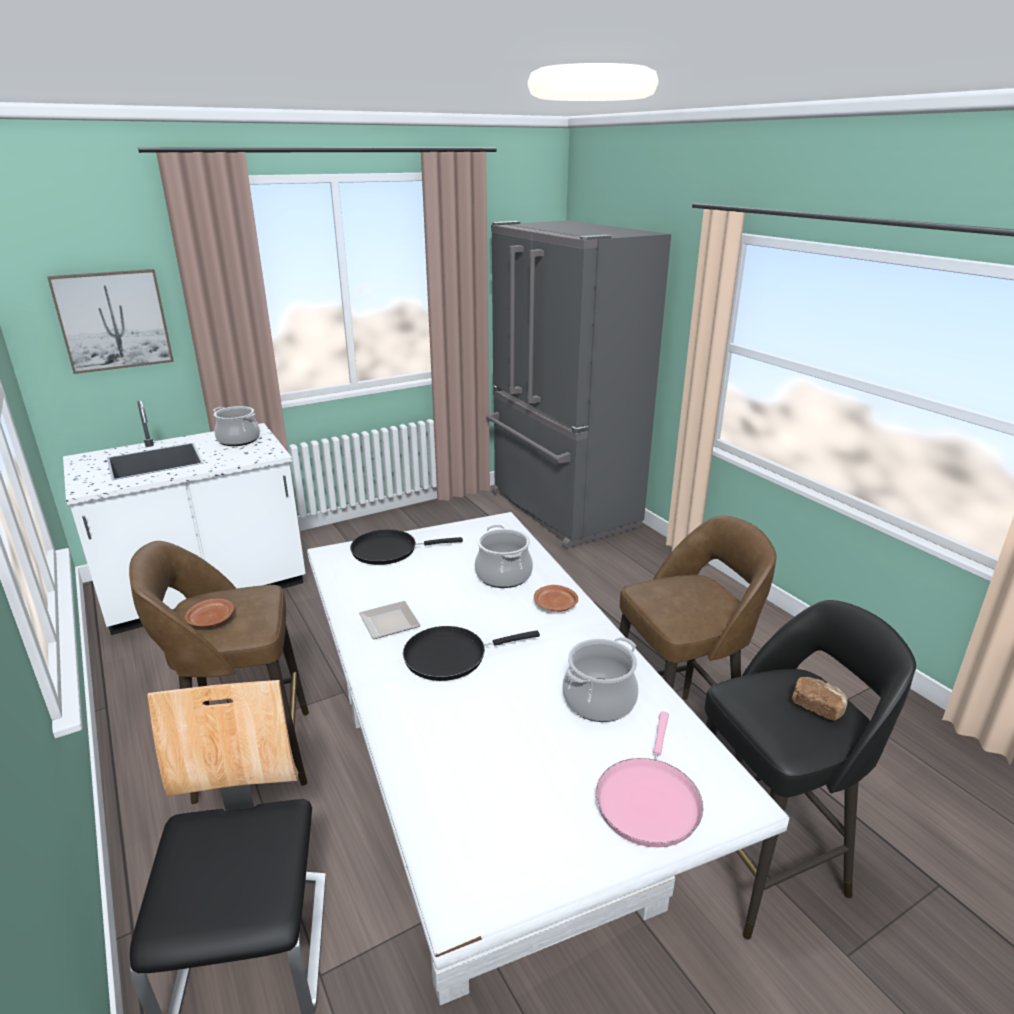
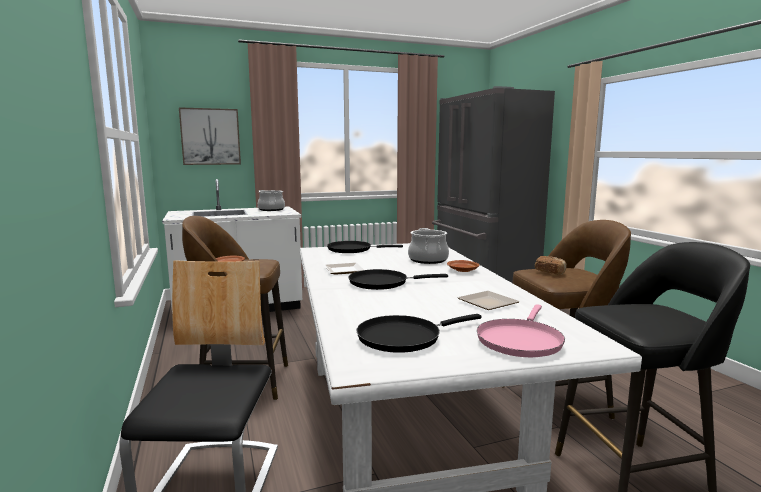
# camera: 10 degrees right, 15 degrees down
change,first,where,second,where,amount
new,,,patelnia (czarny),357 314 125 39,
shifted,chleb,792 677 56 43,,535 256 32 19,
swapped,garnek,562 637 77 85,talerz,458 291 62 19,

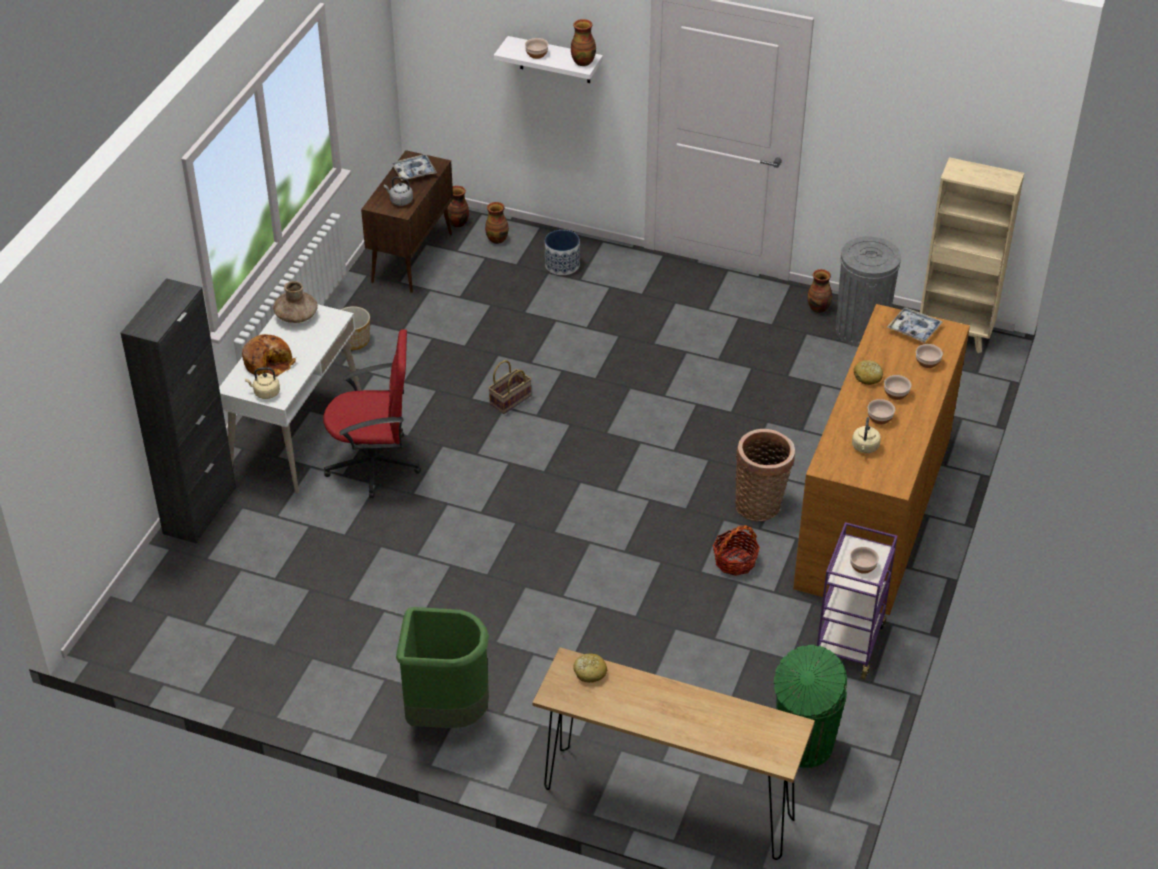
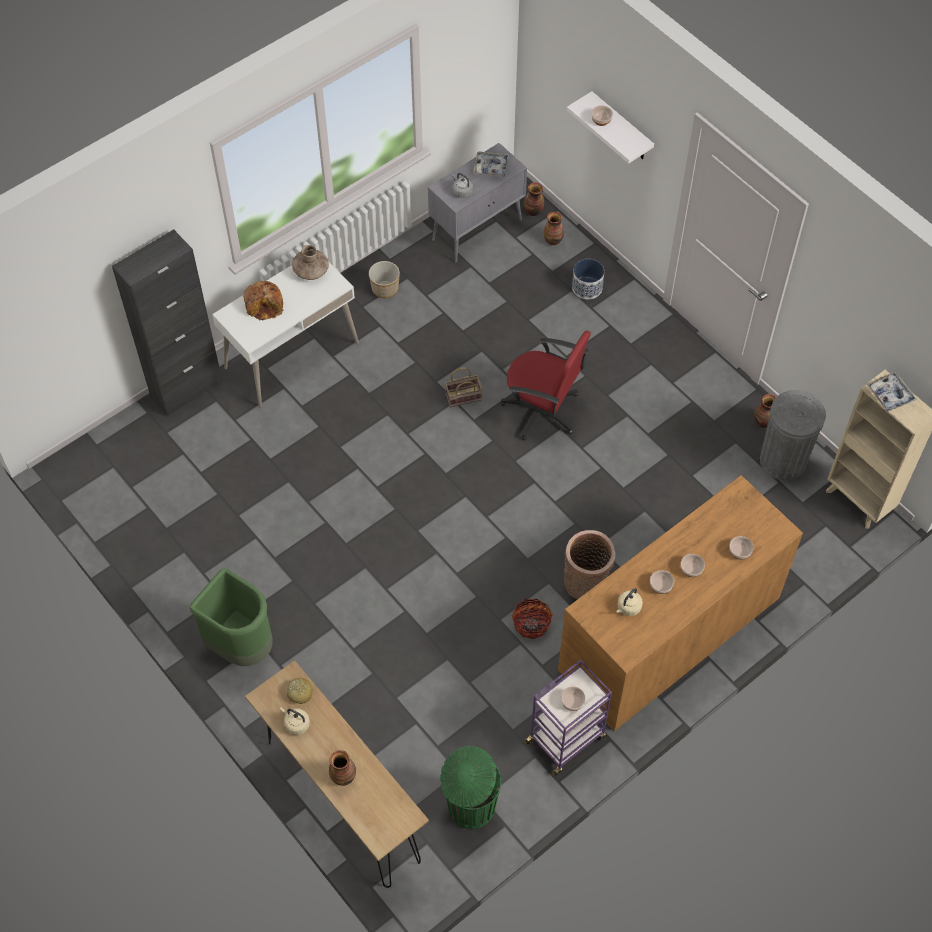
# camera: 30 degrees right, 15 degrees up
change,first,where,second,where,amount
gone,chleb,853 360 30 25,,,
shifted,czajnik (beżowy),245 367 35 32,,280 707 30 28,
shifted,krzesło biurowe (czerwony),323 329 98 170,,500 331 91 110,
shifted,wazon,571 19 25 47,,329 750 27 36,
shifted,taca,887 307 55 36,,866 372 51 40,
repainted,szafka (brązowy),361 150 92 143,szafka (szary),428 143 99 120,

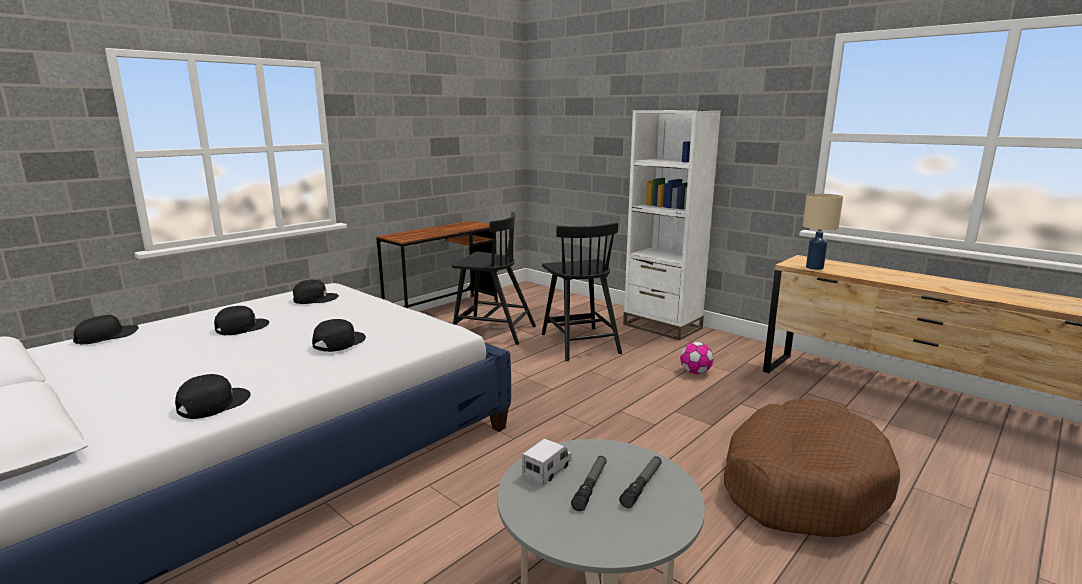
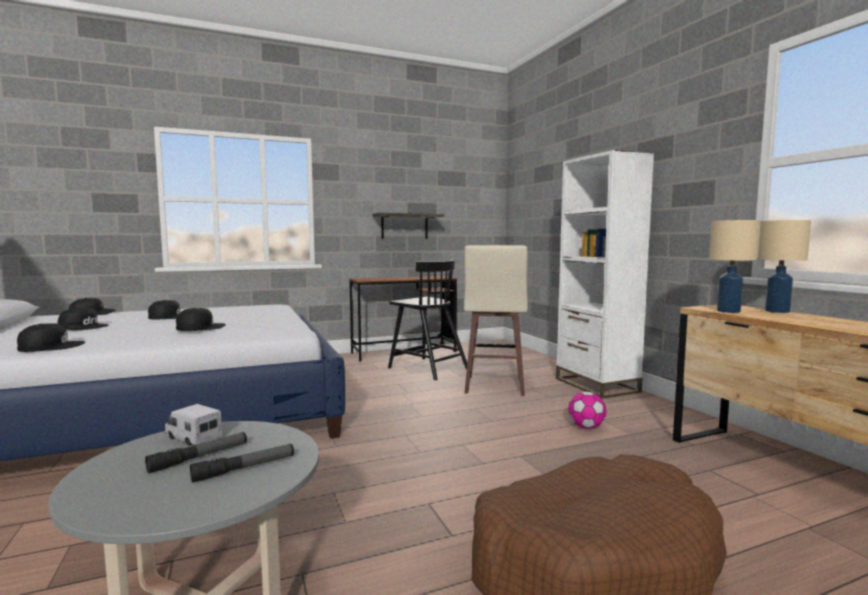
# camera: 25 degrees right, 10 degrees down
change,first,where,second,where,amount
new,,,półka,373 213 71 25,
new,,,lampa stołowa (beżowy),758 220 53 93,
shifted,czapka z daszkiem (czarny),293 280 46 24,,57 307 52 23,
swapped,krzesło (czarny),542 222 80 139,stołek (beżowy),464 245 64 151,
rotated,ciężarówka zabawkowa,522 438 50 47,,165 404 58 42,120 degrees counterclockwise

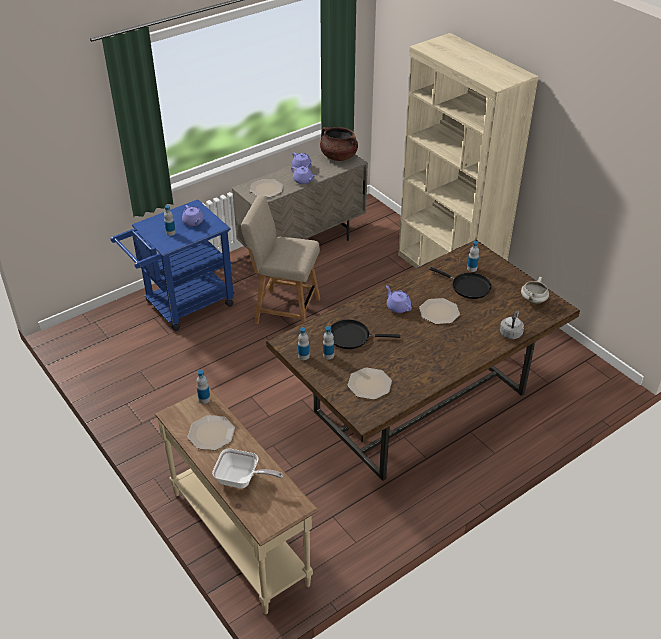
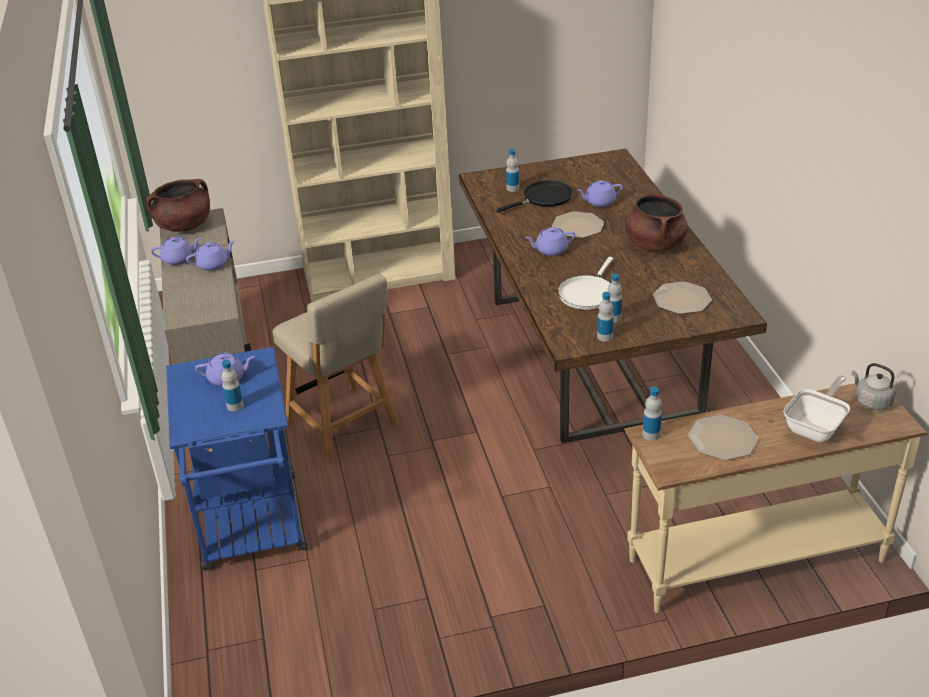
# camera: 65 degrees left, 5 degrees down
change,first,where,second,where,amount
gone,talerz,250 179 33 18,,,
gone,garnek (biały),521 277 28 27,,,
new,,,imbryk (fioletowy),577 180 46 27,
new,,,garnek (brązowy),625 190 63 62,
shifted,czajnik (szary),500 310 24 29,,852 363 44 47,
repainted,patelnia (czarny),331 320 69 29,patelnia (biały),558 257 55 53,
rotated,krzesło (beżowy),241 195 79 129,,273 274 125 187,75 degrees counterclockwise

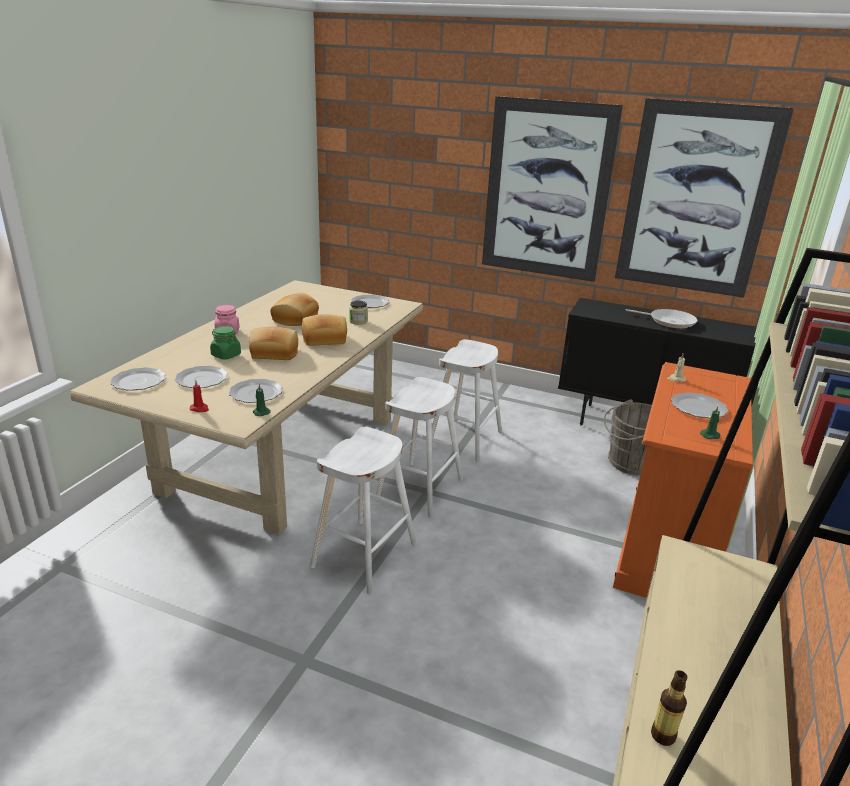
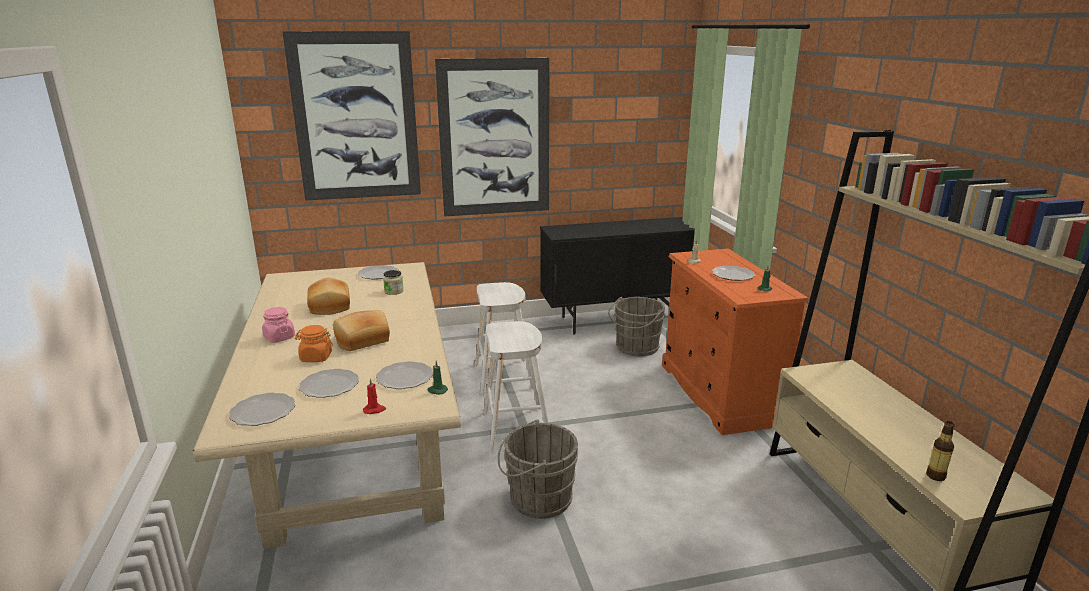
# camera: 35 degrees left, 5 degrees down
change,first,where,second,where,amount
gone,chleb,302 314 45 32,,,
gone,patelnia,626 309 72 20,,,
shifted,obraz,615 98 179 200,,282 31 139 170,
swapped,stołek (biały),310 427 107 168,wiadro (szary),498 420 80 99,
repainted,słoik (zielony),210 326 31 34,słoik (pomarańczowy),294 325 39 37,

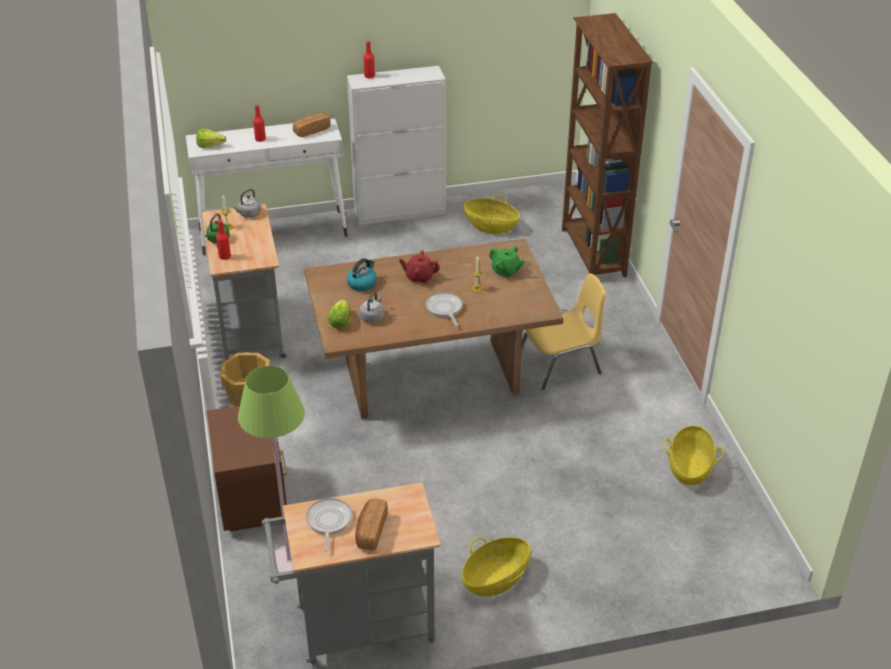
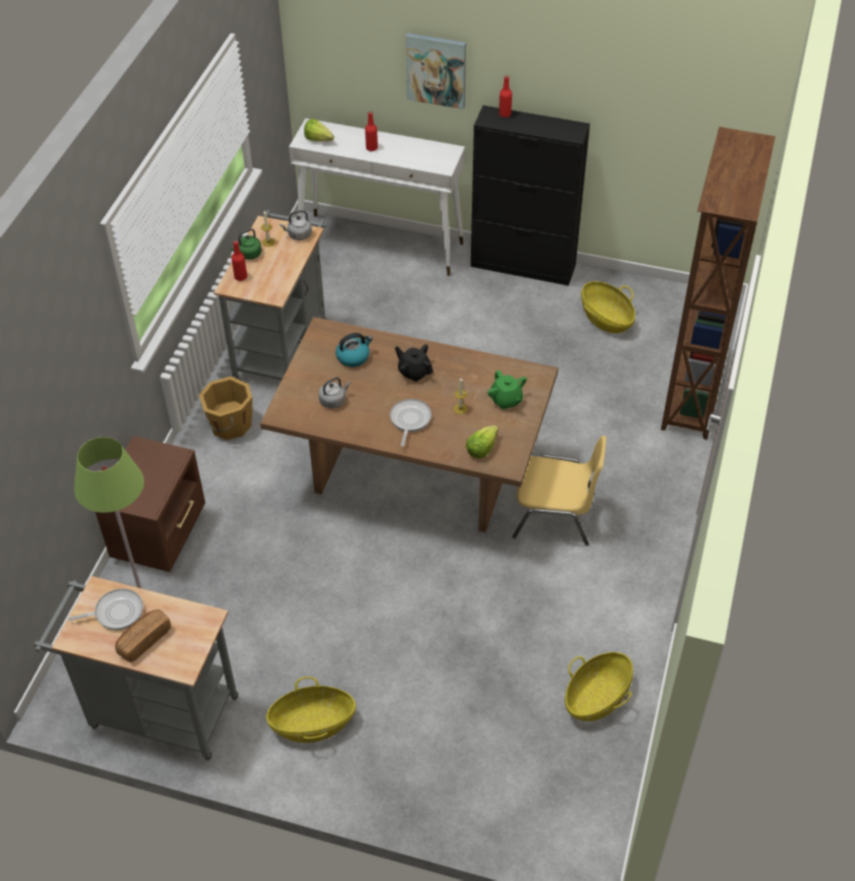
# camera: 30 degrees right, 10 degrees up
change,first,where,second,where,amount
gone,chleb,293 112 38 25,,,
new,,,obraz,406 33 60 76,
shifted,sałata,327 299 23 30,,466 425 32 34,
repainted,szafka (biały),347 66 98 159,szafka (czarny),471 105 119 181,
repainted,imbryk (czerwony),399 250 41 33,imbryk (czarny),395 344 38 38,
rotated,patelnia,306 498 46 54,,68 589 75 41,45 degrees clockwise

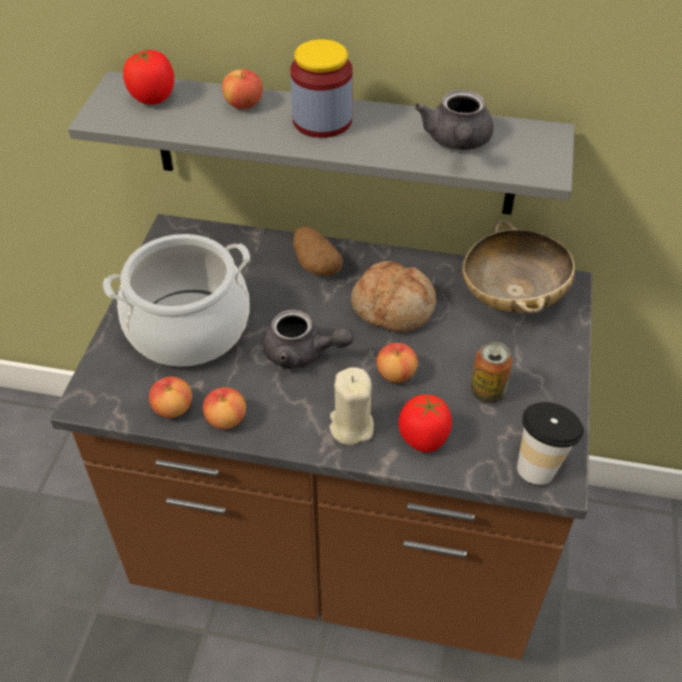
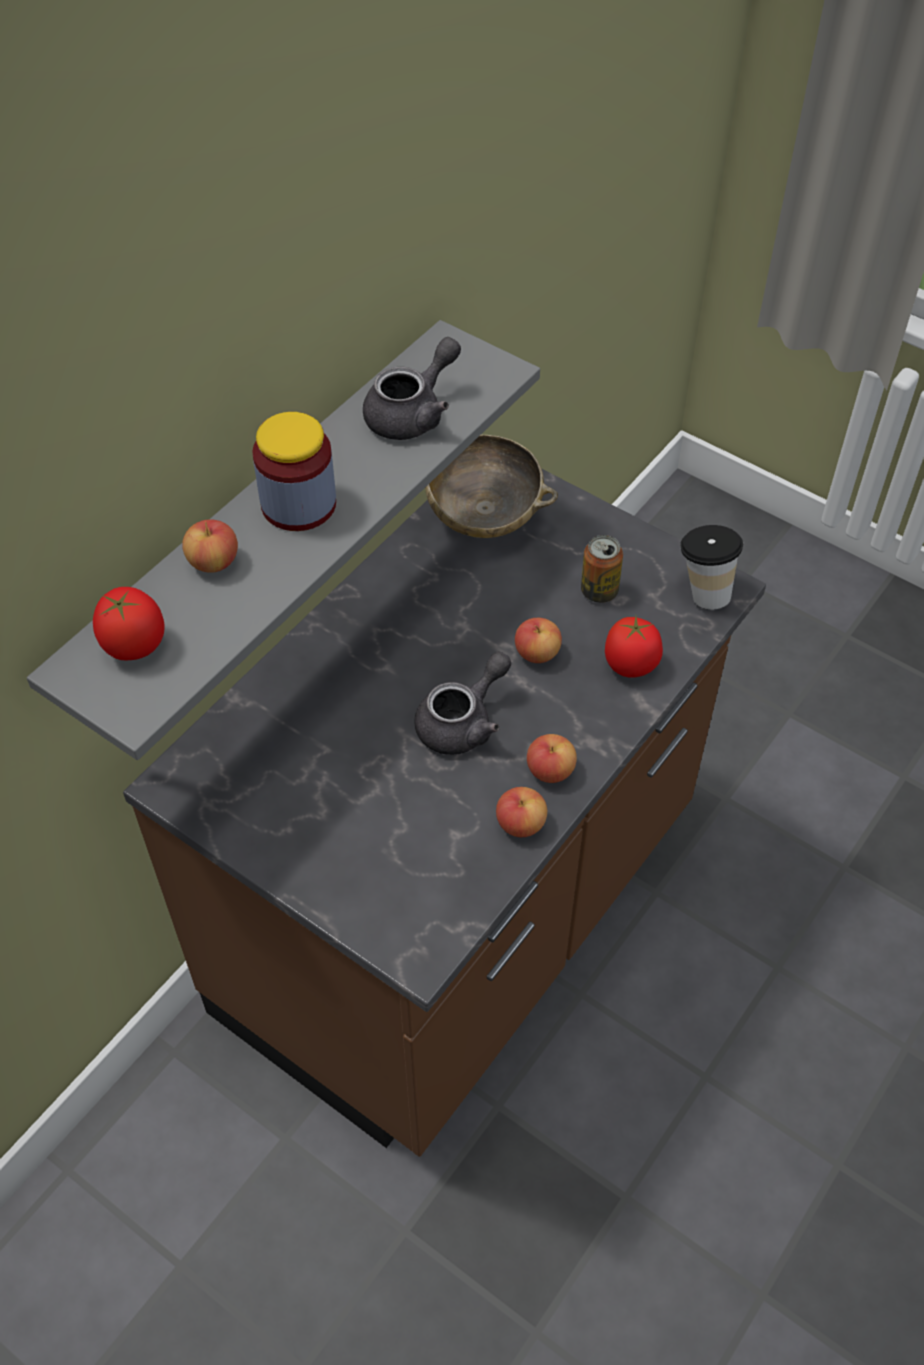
# camera: 65 degrees left, 5 degrees up
change,first,where,second,where,amount
gone,garnek,103 234 147 133,,,
gone,ziemniak,293 226 50 50,,,
gone,świeca (beżowy),330 367 44 78,,,
gone,chleb,351 261 85 71,,,
shifted,jabłko,149 377 43 41,,527 734 50 49,
rotated,imbryk (szary),415 90 78 60,,363 337 98 103,75 degrees counterclockwise

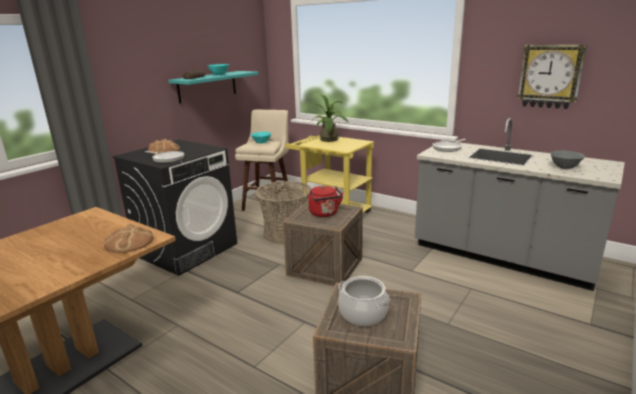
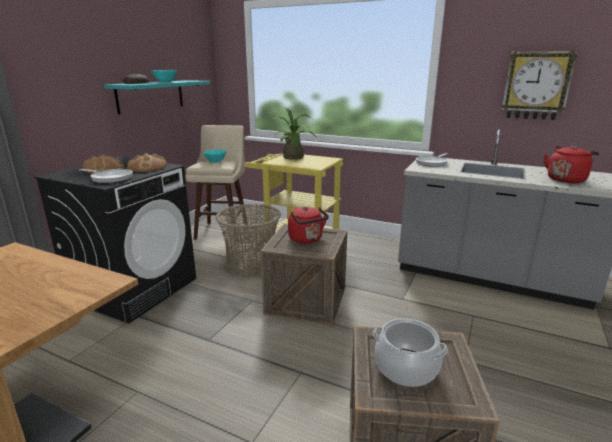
# camera: 10 degrees left, 0 degrees up
change,first,where,second,where,amount
shifted,chleb,104 224 49 29,,127 153 40 19,
swapped,miska (szary),550 151 35 18,czajnik (czerwony),544 146 55 37,

